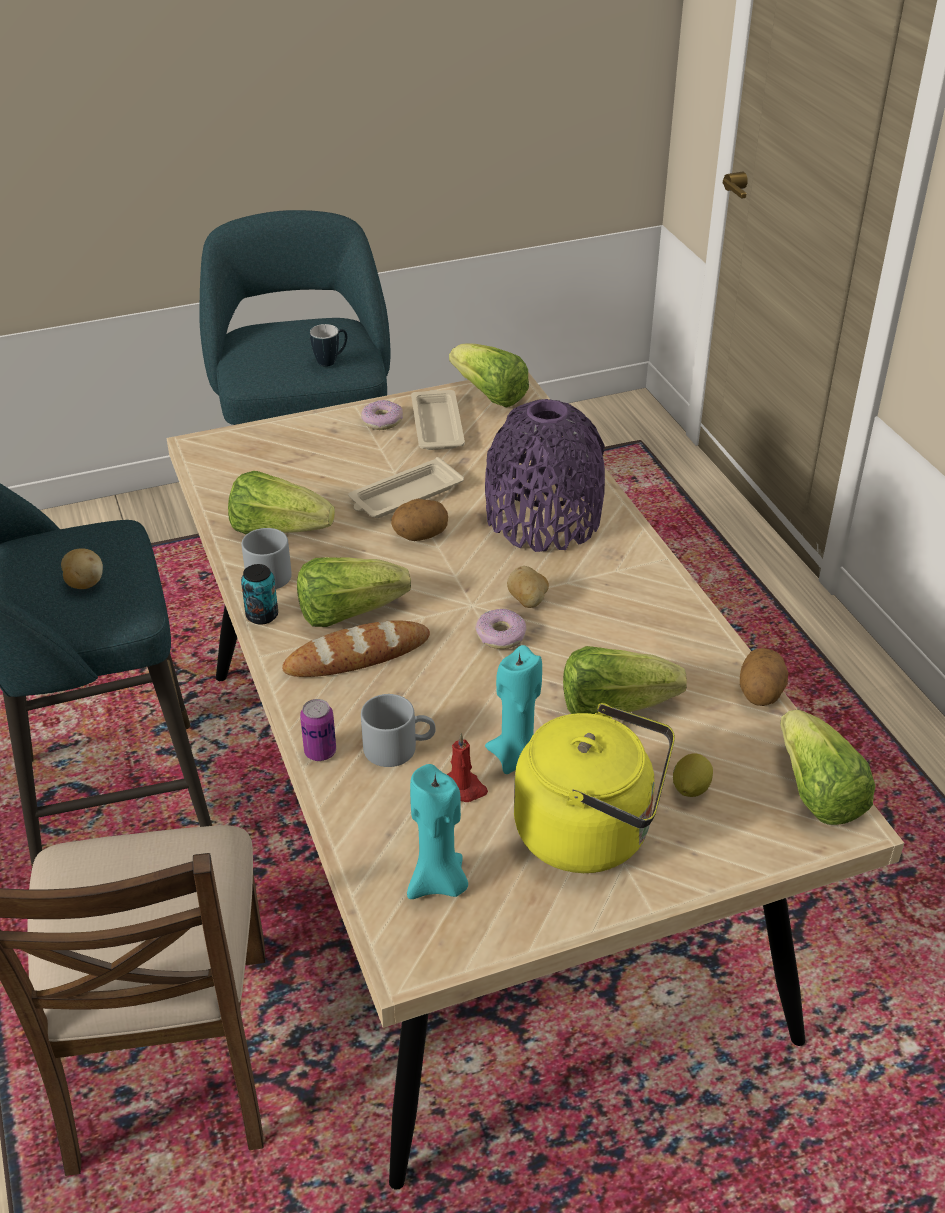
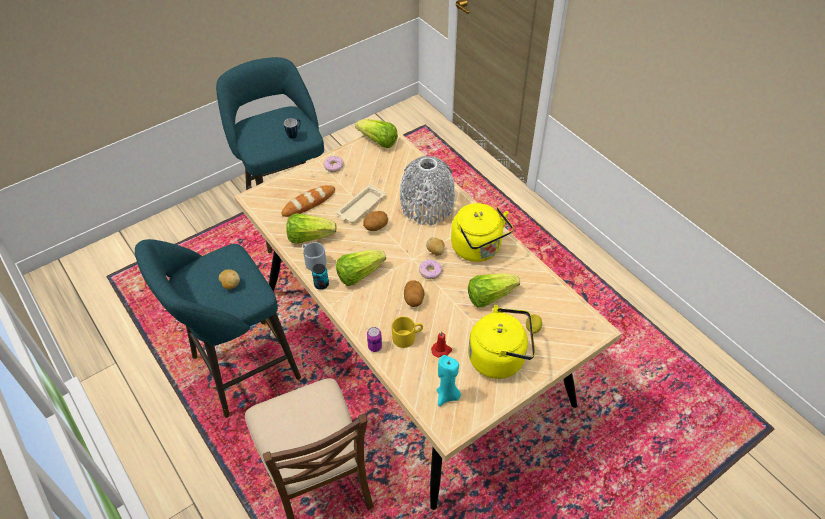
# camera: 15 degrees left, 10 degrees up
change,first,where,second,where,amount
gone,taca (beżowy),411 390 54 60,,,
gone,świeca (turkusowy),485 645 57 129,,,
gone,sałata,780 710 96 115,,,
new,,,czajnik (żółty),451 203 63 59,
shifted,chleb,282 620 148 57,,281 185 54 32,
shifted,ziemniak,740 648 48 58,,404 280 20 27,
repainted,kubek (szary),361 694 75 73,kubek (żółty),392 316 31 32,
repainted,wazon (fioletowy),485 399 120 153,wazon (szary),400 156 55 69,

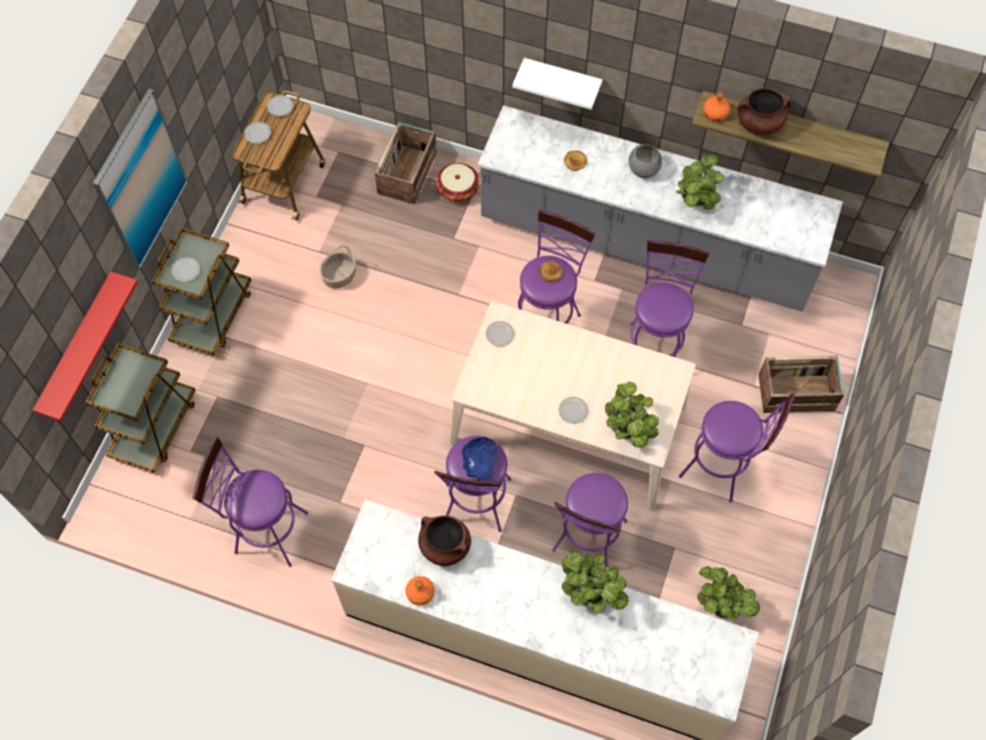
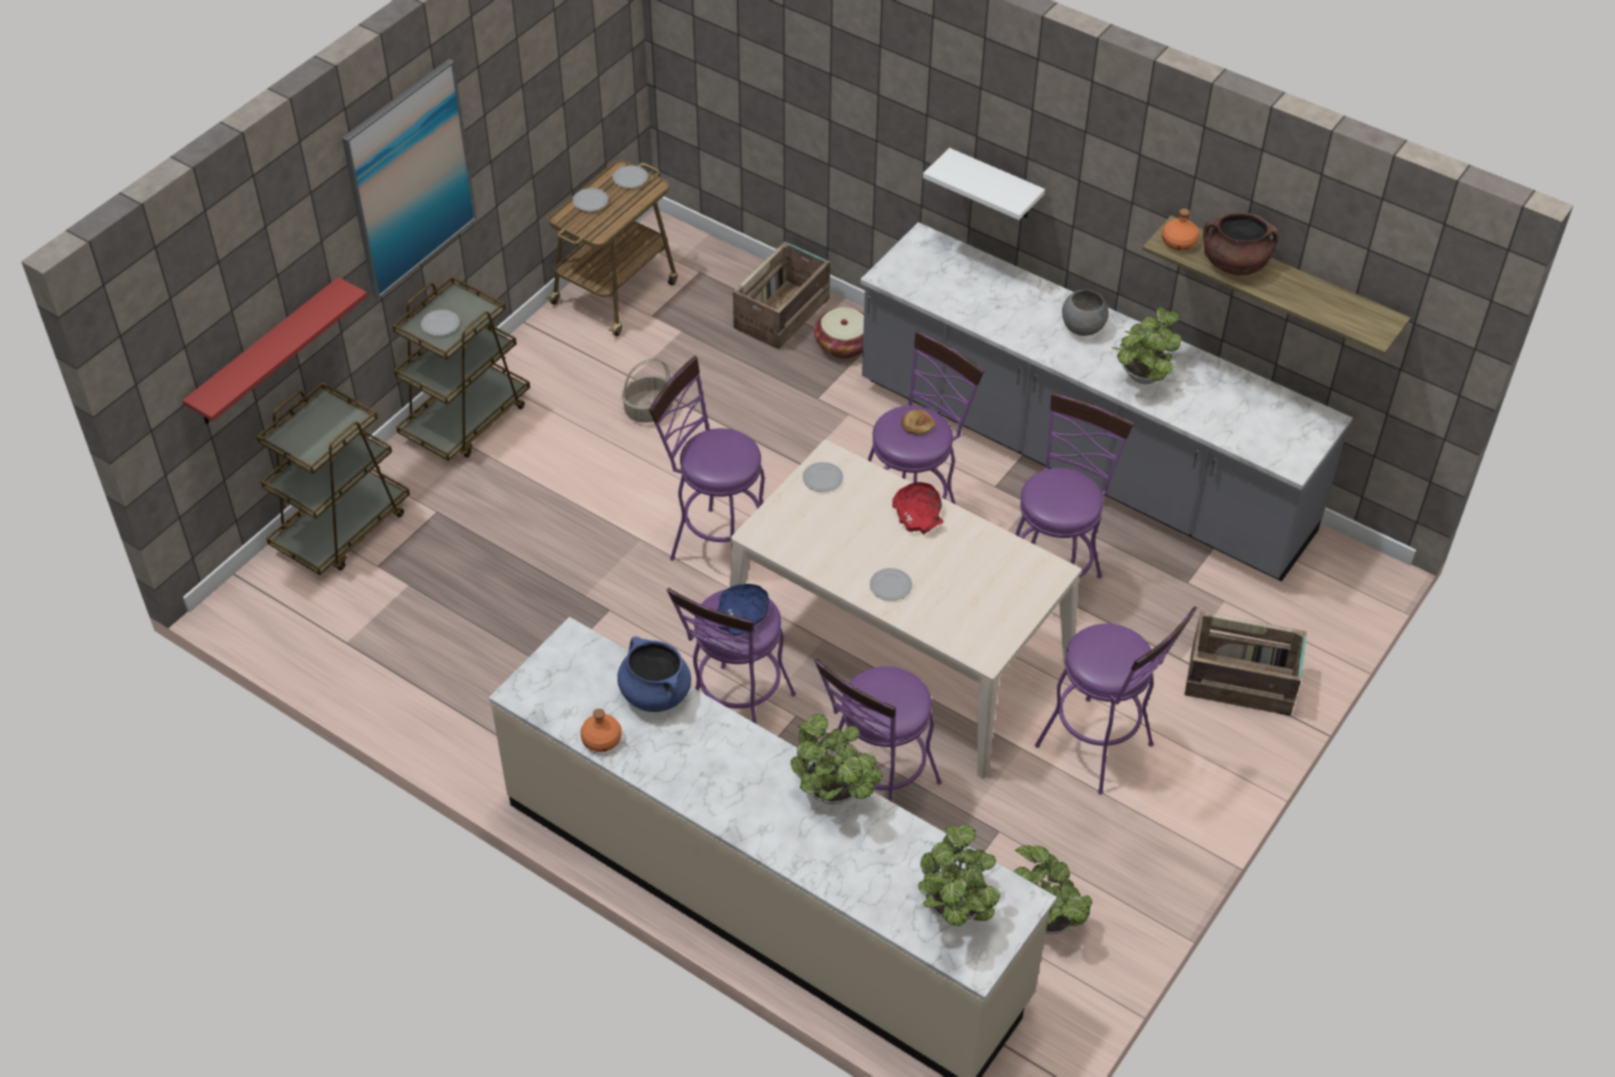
# camera: 15 degrees right, 15 degrees down
change,first,where,second,where,amount
gone,chleb,564 151 23 20,,,
new,,,miska (czerwony),892 482 51 53,
shifted,stołek (fioletowy),193 436 115 131,,649 356 116 204,
shifted,roślina doniczkowa,605 382 54 65,,918 825 82 101,
repainted,garnek (brązowy),418 515 53 51,garnek (niebieski),617 637 74 75,

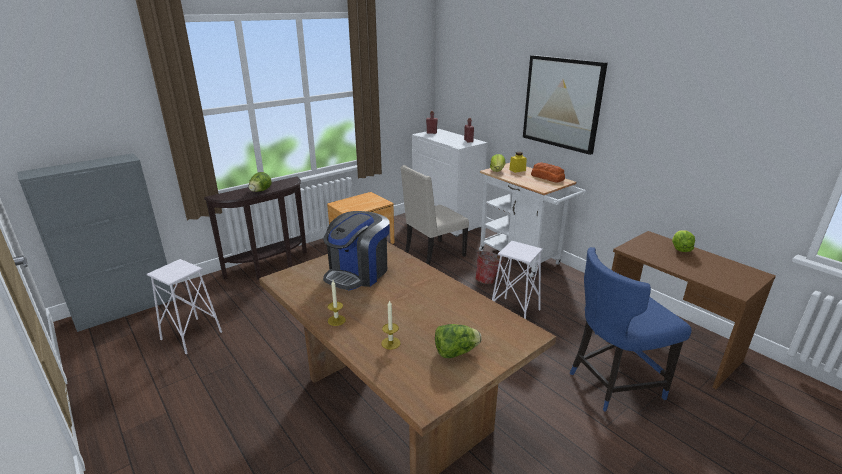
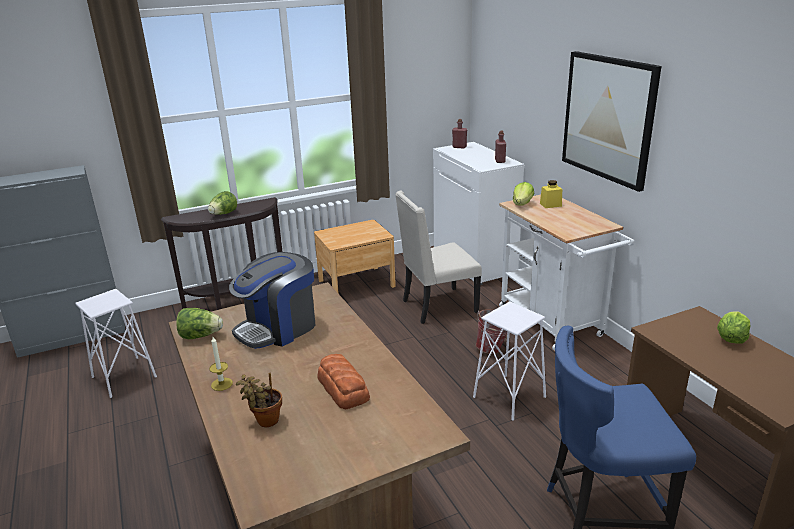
# camera: 15 degrees right, 0 degrees up
change,first,where,second,where,amount
shifted,sałata,435 324 47 34,,176 308 47 31,
shifted,chleb,531 162 34 21,,317 354 53 55,
swapped,świeca,381 300 20 50,roślina doniczkowa,236 373 46 54,

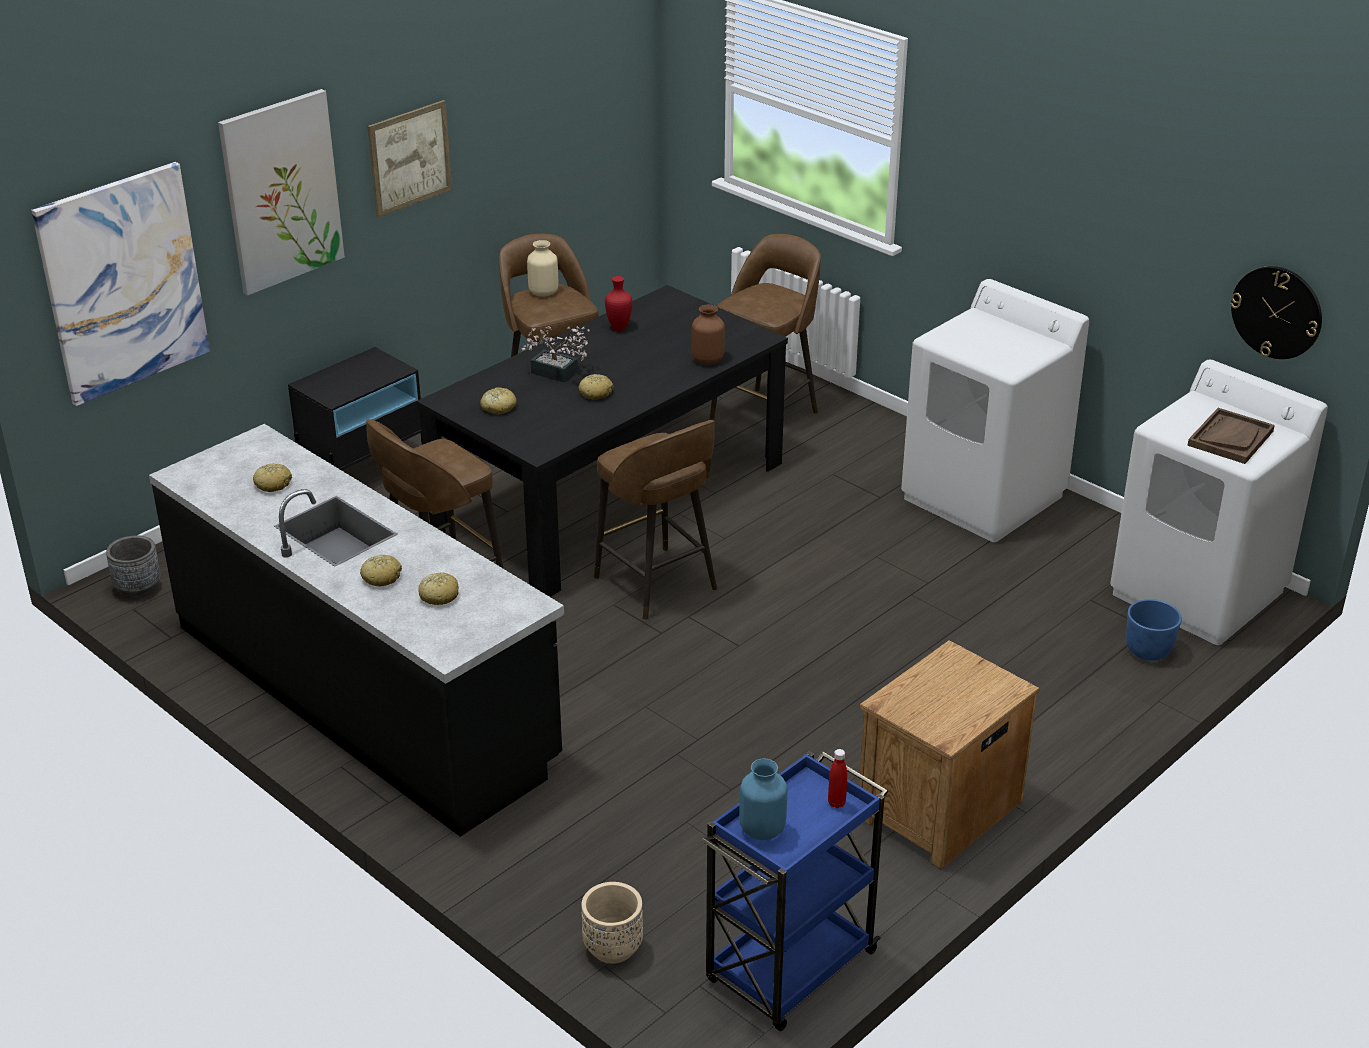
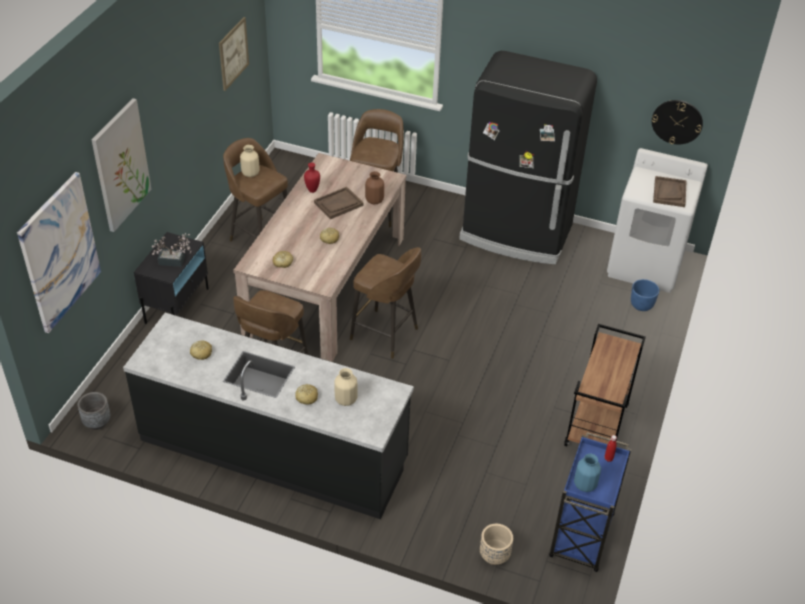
# camera: 25 degrees left, 10 degrees up
change,first,where,second,where,amount
new,,,taca (brązowy),314 187 50 32,
shifted,obraz,367 100 85 118,,219 17 30 74,
shifted,roślina doniczkowa,521 326 69 56,,152 233 39 34,
swapped,chleb,418 572 41 33,wazon (beżowy),334 368 24 38,
swapped,szafka nocna (brązowy),859 640 180 229,wózek (brązowy),564 324 82 123,
swapped,pralka (biały),901 279 188 263,lodówka (czarny),459 51 138 213,
repainted,stół jadalny (czarny),416 285 372 312,stół jadalny (beżowy),233 153 174 209,

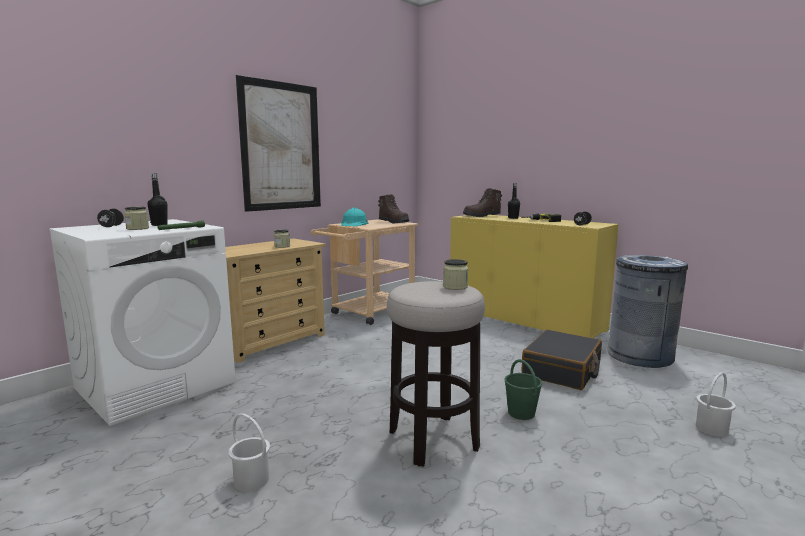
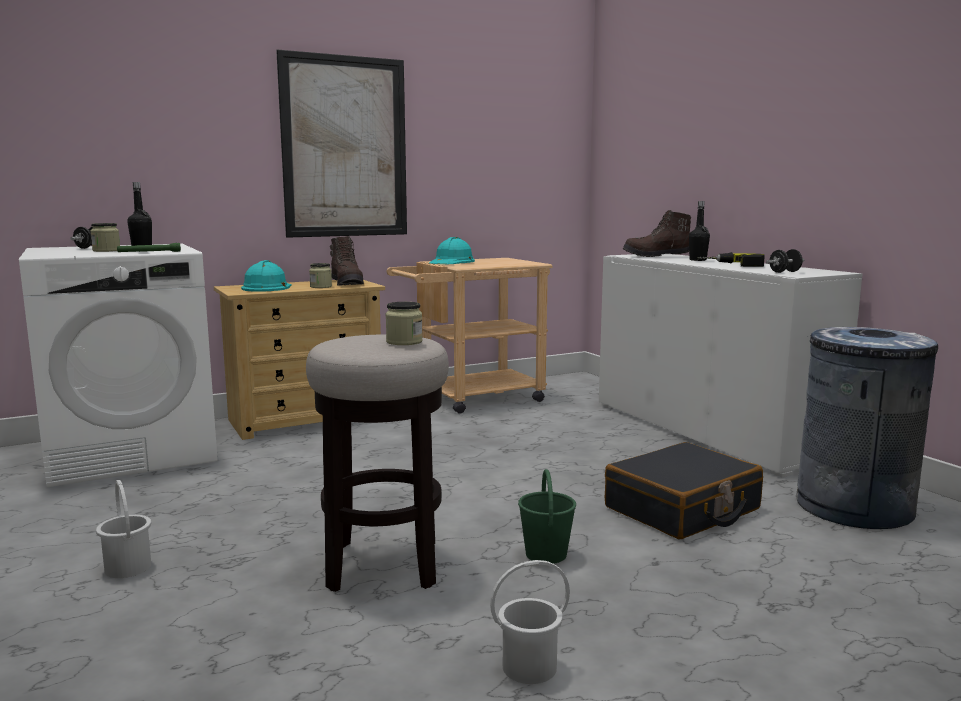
# camera: 20 degrees right, 0 degrees up
change,first,where,second,where,amount
new,,,kask (turkusowy),241 260 51 32,
shifted,but z cholewką (brązowy),378 194 31 30,,330 236 34 50,
shifted,wiadro (biały),696 373 40 64,,490 560 80 124,
repainted,szafka (żółty),450 215 169 123,szafka (biały),599 254 264 223,

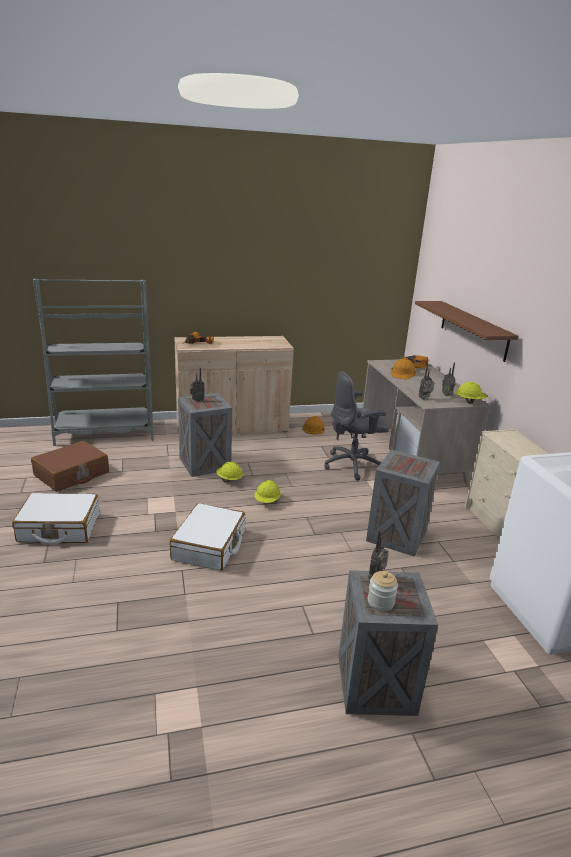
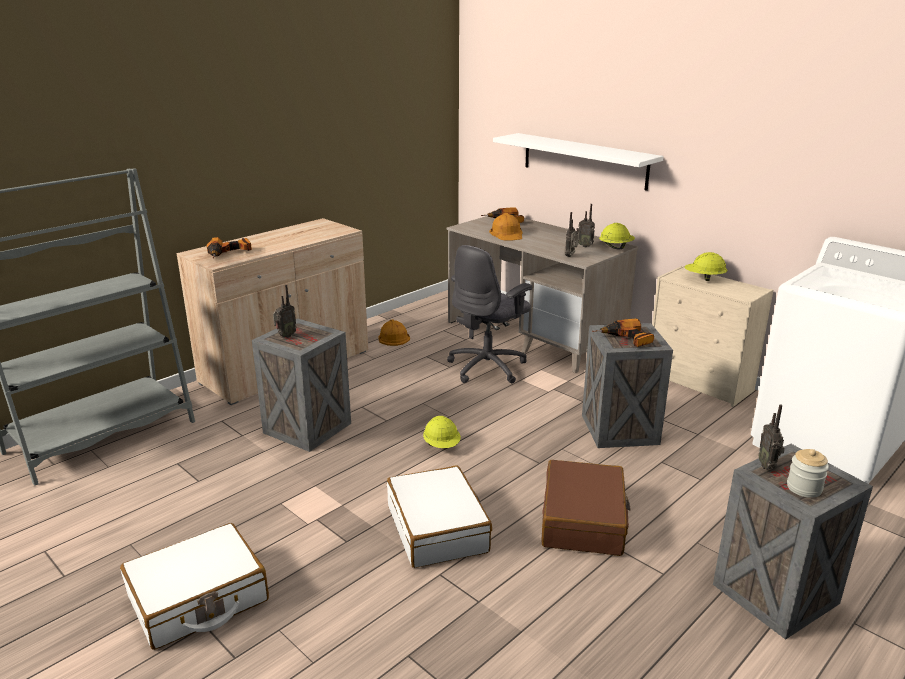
# camera: 30 degrees left, 0 degrees up
change,first,where,second,where,amount
new,,,wiertarka,592 318 62 29,
shifted,walizka (brązowy),31 441 78 51,,542 460 89 96,
shifted,kask (żółty),216 462 27 20,,684 252 43 29,
repainted,półka (brązowy),415 301 104 61,półka (biały),493 133 171 58,

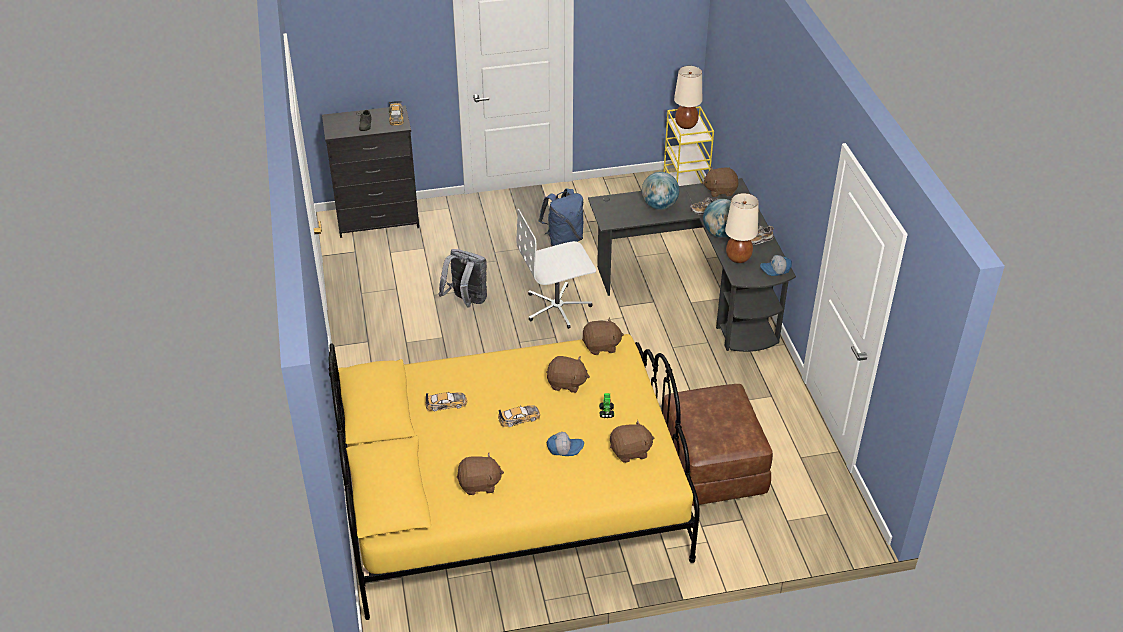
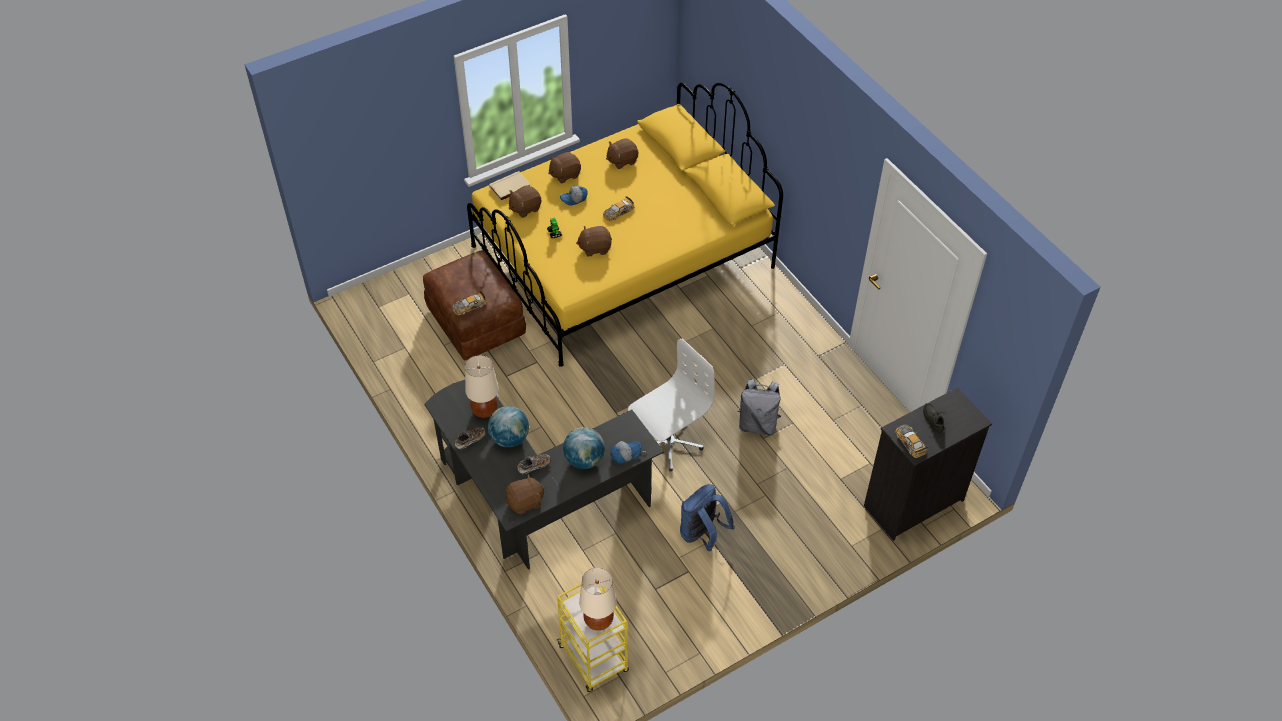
# camera: 160 degrees right, 10 degrees up
change,first,where,second,where,amount
new,,,książka (beżowy),489 171 42 30,
shifted,samochodzik,425 391 42 20,,453 291 34 24,
shifted,pluszak (brązowy),582 318 42 37,,548 152 33 31,
shifted,czapka z daszkiem,760 255 32 21,,610 441 32 23,

